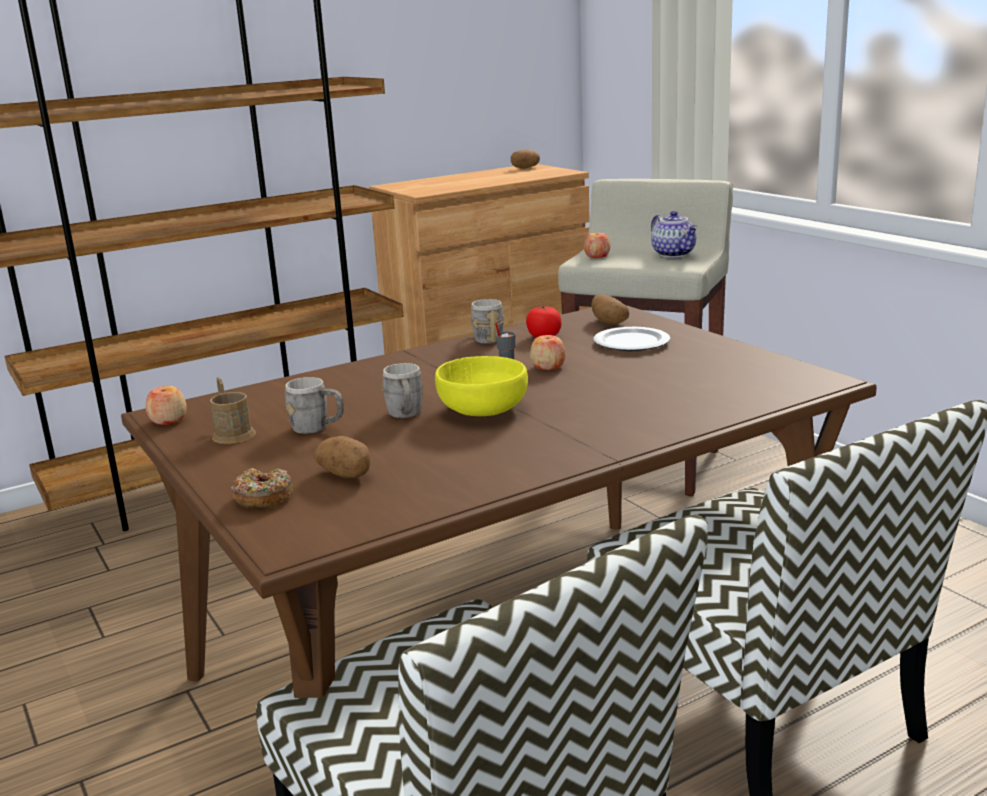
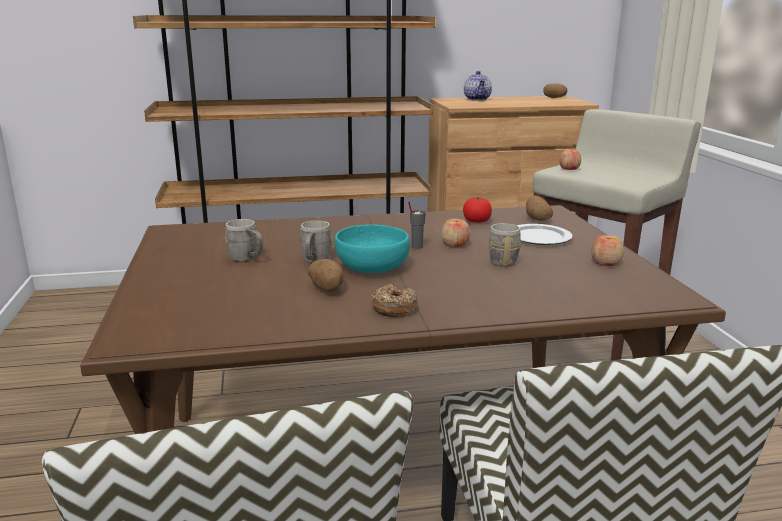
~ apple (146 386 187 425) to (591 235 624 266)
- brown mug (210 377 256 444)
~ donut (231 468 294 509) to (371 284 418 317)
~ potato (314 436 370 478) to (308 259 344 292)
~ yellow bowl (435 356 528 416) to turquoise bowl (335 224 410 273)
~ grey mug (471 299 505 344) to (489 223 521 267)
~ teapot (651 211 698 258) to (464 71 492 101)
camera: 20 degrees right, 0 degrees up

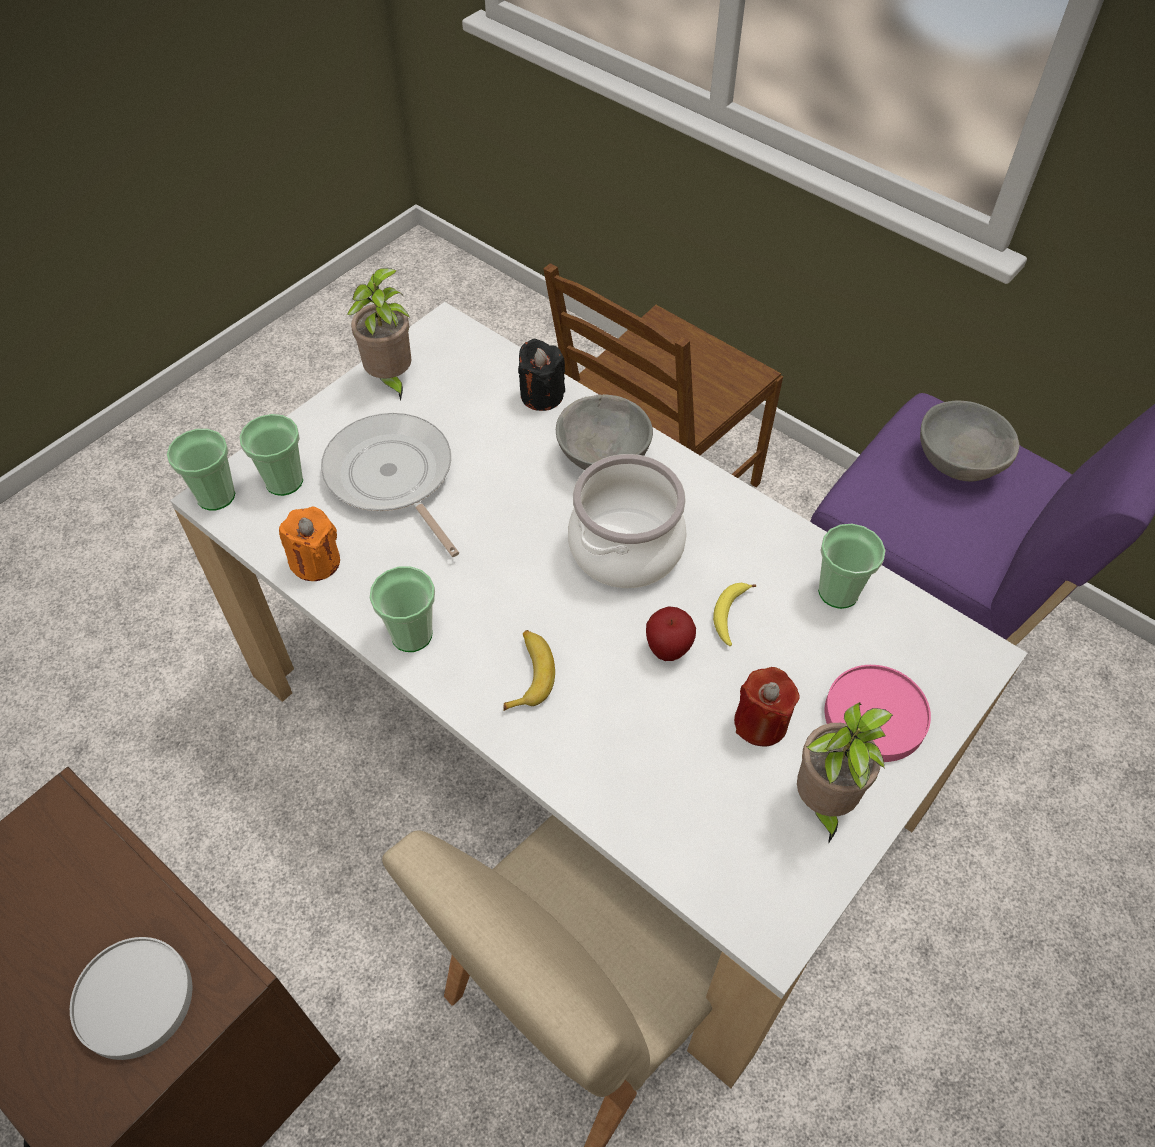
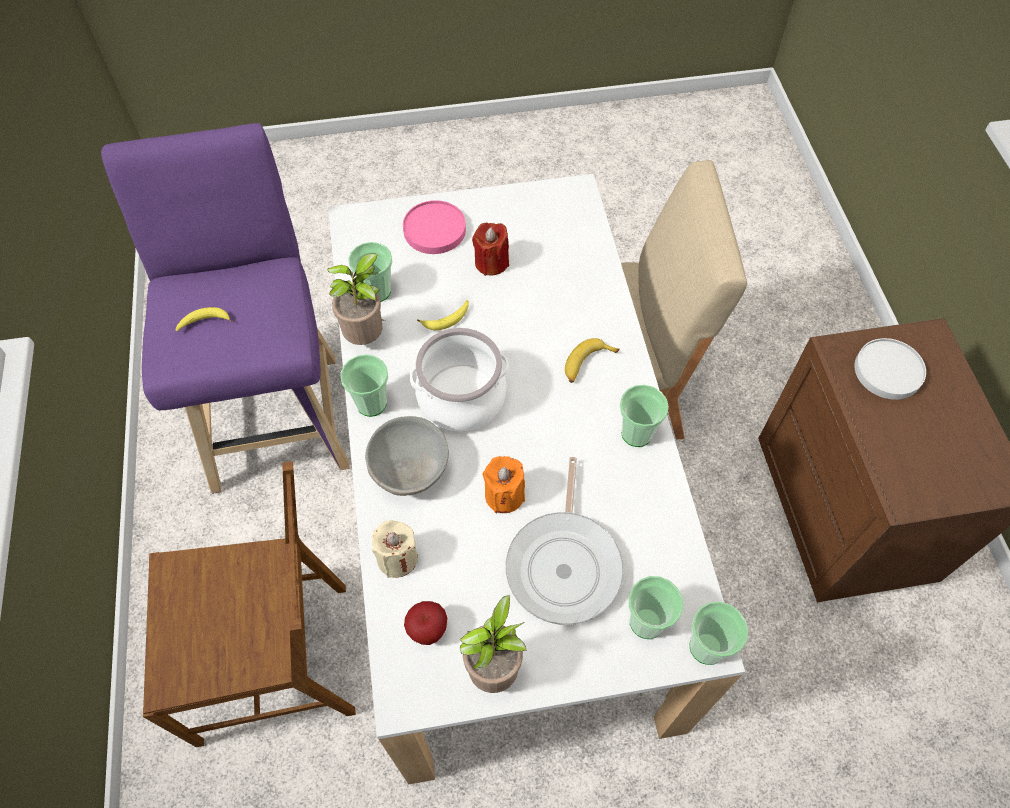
~ orange candle (279 507 340 581) to (482 456 525 513)
~ black candle (518 339 565 411) to beige candle (372 520 418 578)
~ apple (646 606 696 661) to (404 601 447 645)
~ potted plant (797 702 893 844) to (327 253 385 345)
~ grey bowl (920 401 1019 481) to banana (175 307 232 331)
+ cup (340 354 388 417)
camera: 140 degrees left, 5 degrees up

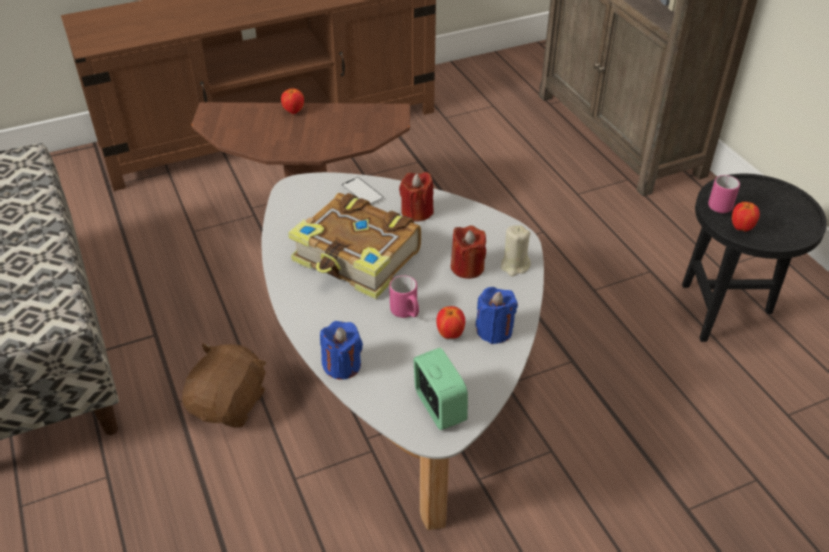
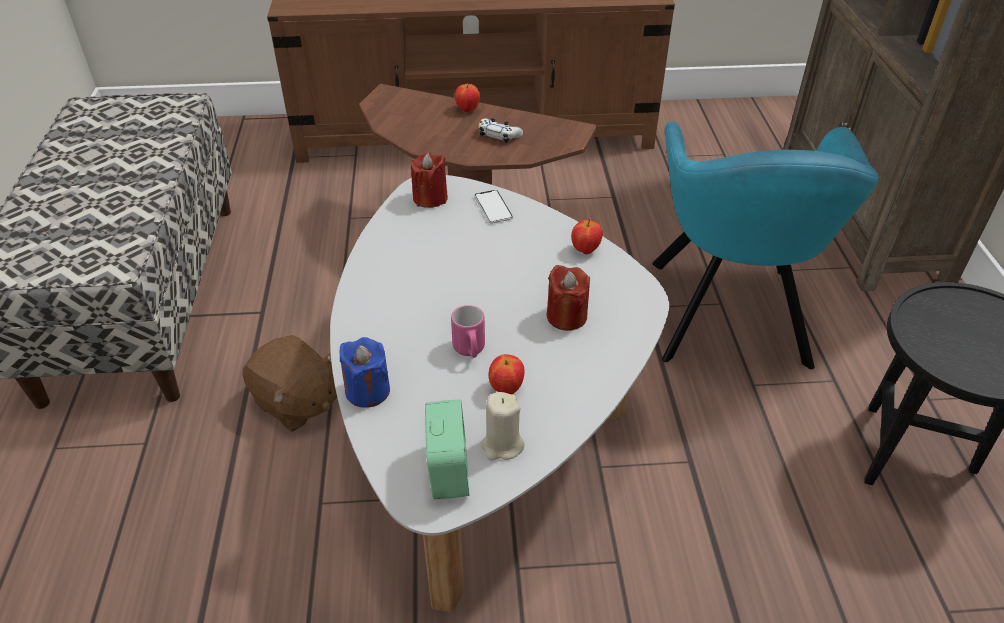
~ brown plush toy (182 344 266 427) = (243 335 337 432) 90 degrees clockwise
- book (288 193 421 299)
~ red candle (399 172 434 222) to (411 153 448 208)
- blue candle (475 287 518 344)
~ beige candle (501 225 531 276) to (481 392 524 461)
- pink mug (708 175 740 213)
~ apple (732 201 760 231) to (571 219 603 254)
+ white game controller (479 118 523 143)
+ turquoise armchair (653 122 879 369)
camera: 20 degrees right, 0 degrees up

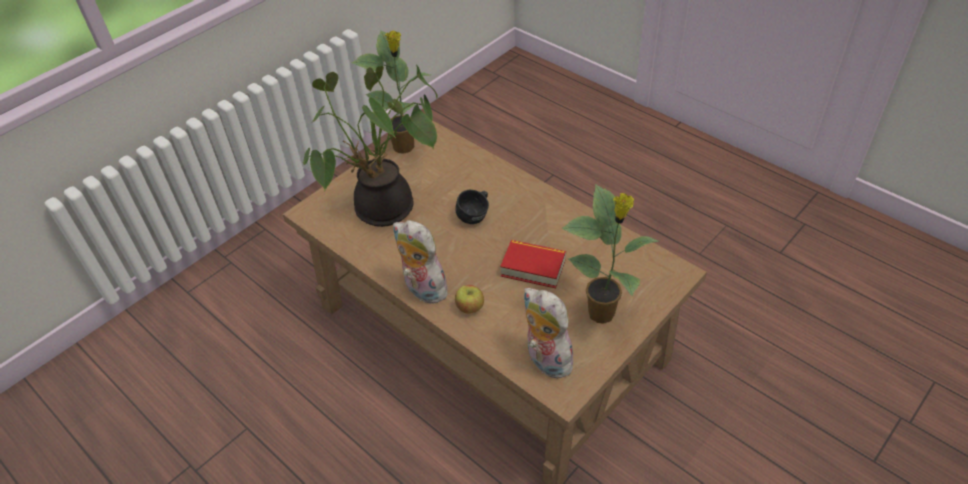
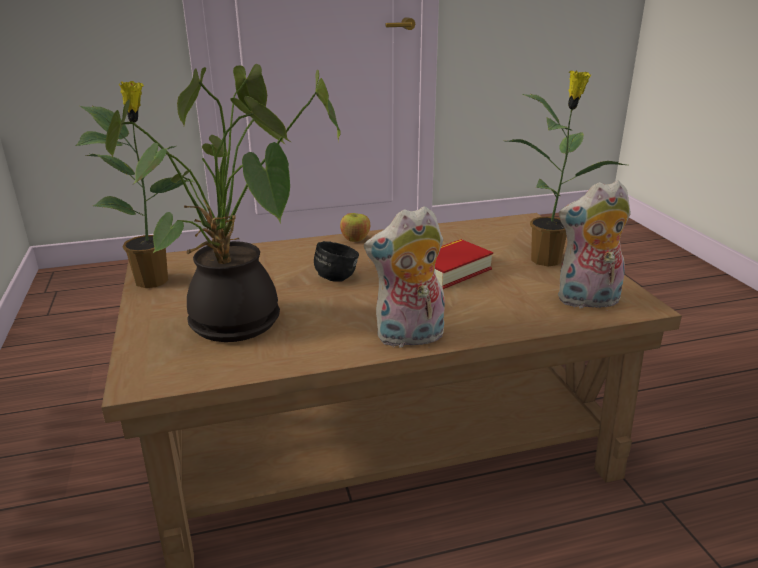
~ apple (455 285 484 314) to (340 213 370 242)
camera: 60 degrees left, 20 degrees down

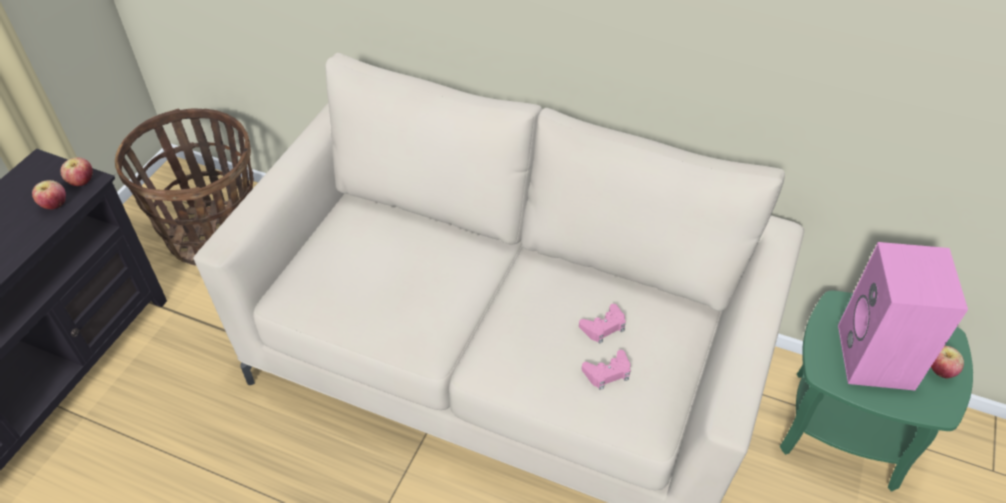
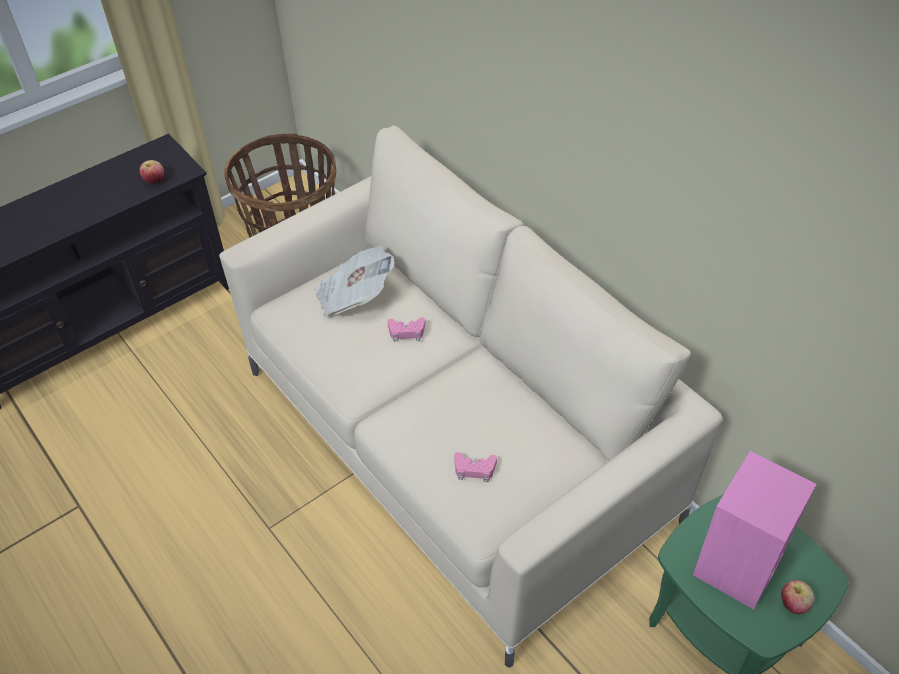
- apple (60 157 93 186)
~ pink game controller (579 304 626 344) to (387 317 426 342)
+ newspaper (314 246 395 317)
camera: 30 degrees right, 0 degrees up

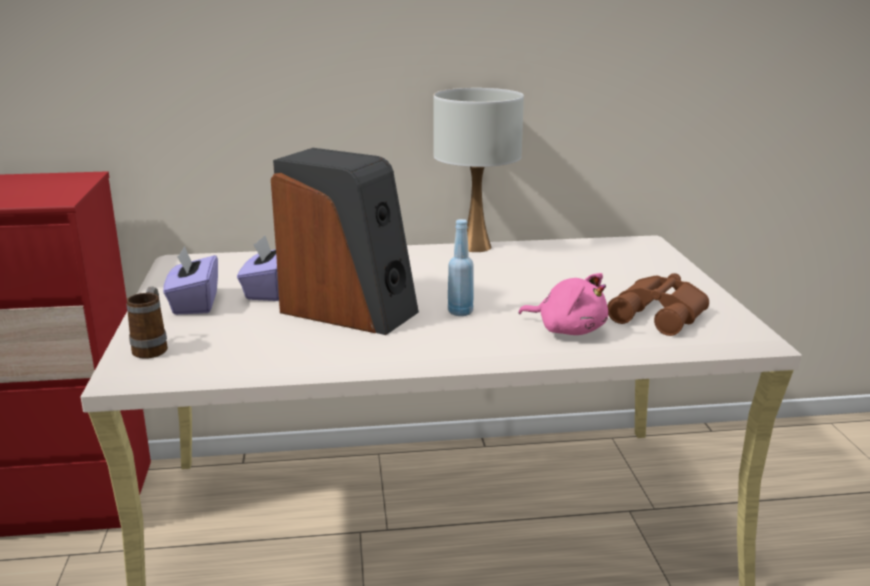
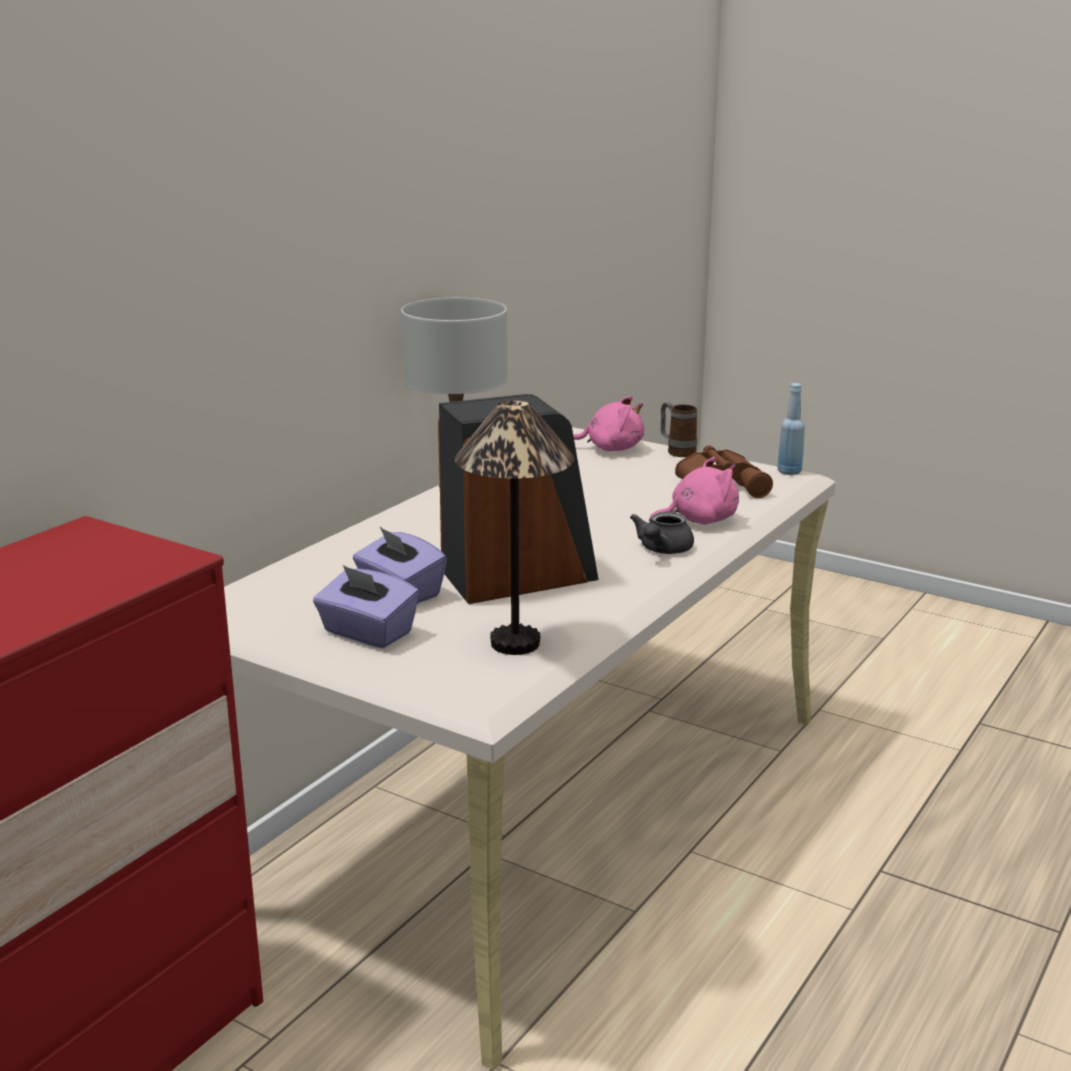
~ mug (127 286 168 359) to (661 402 697 457)
~ blue bottle (448 219 474 316) to (777 383 805 475)
+ table lamp (455 401 574 655)
+ pink plush toy (573 396 644 451)
+ grey teapot (630 512 694 554)
camera: 50 degrees left, 0 degrees up

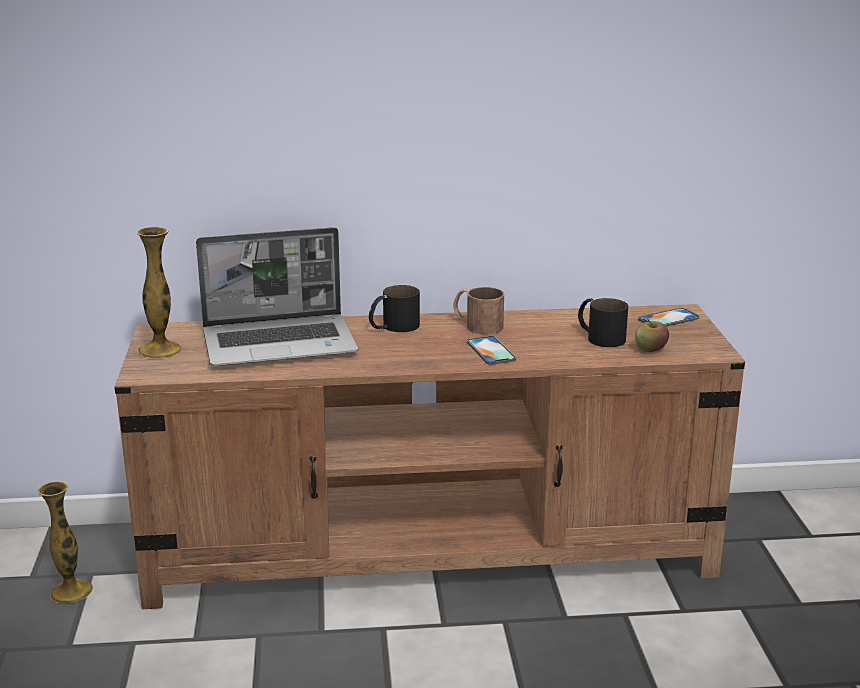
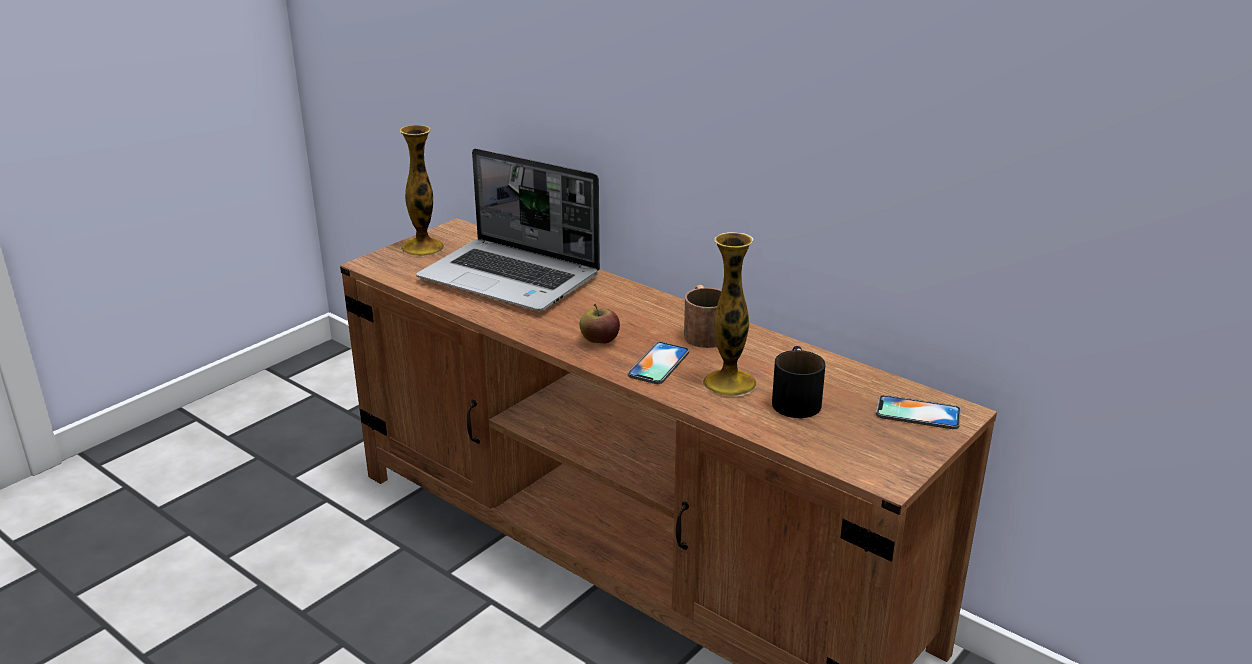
~ vase (38 481 93 603) to (703 232 757 396)
- black mug (369 285 420 332)
~ apple (635 319 669 352) to (580 304 620 343)
camera: 45 degrees right, 5 degrees up

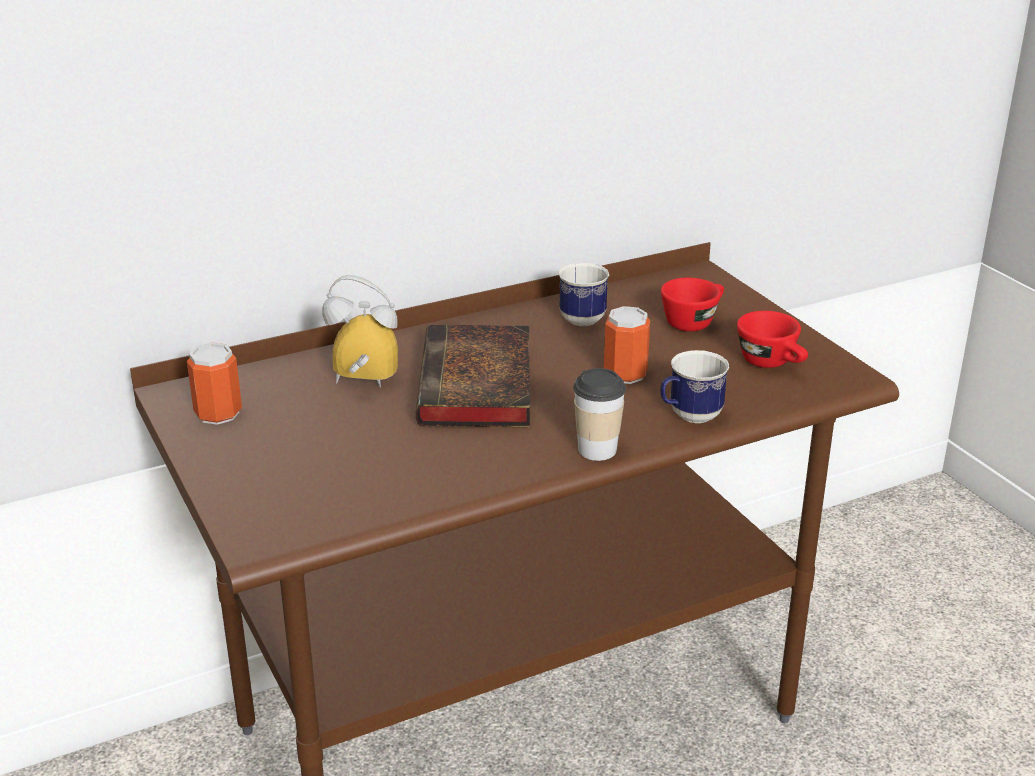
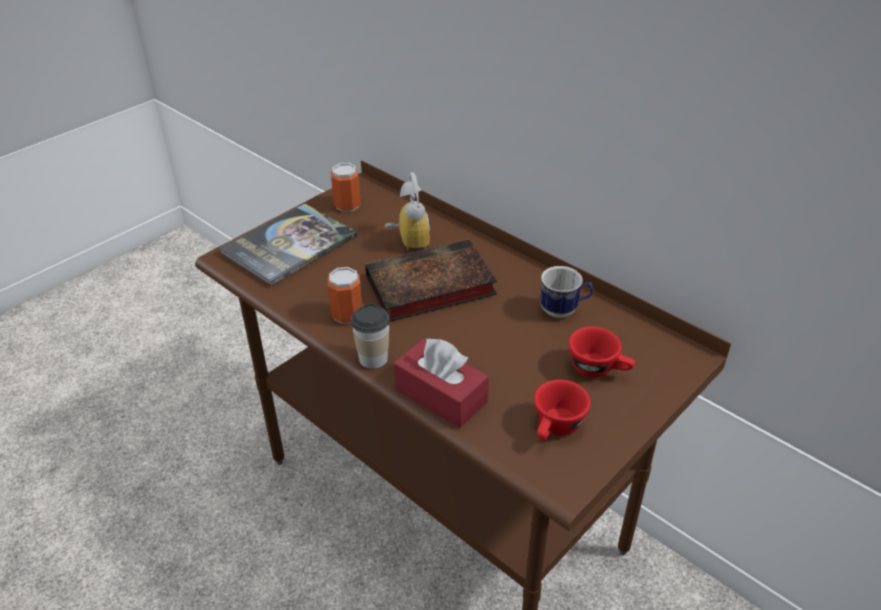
~ can (604 306 650 384) to (328 267 362 324)
~ mug (661 350 729 423) to red tissue box (394 338 489 428)
+ book (219 204 357 286)
camera: 70 degrees right, 10 degrees up

